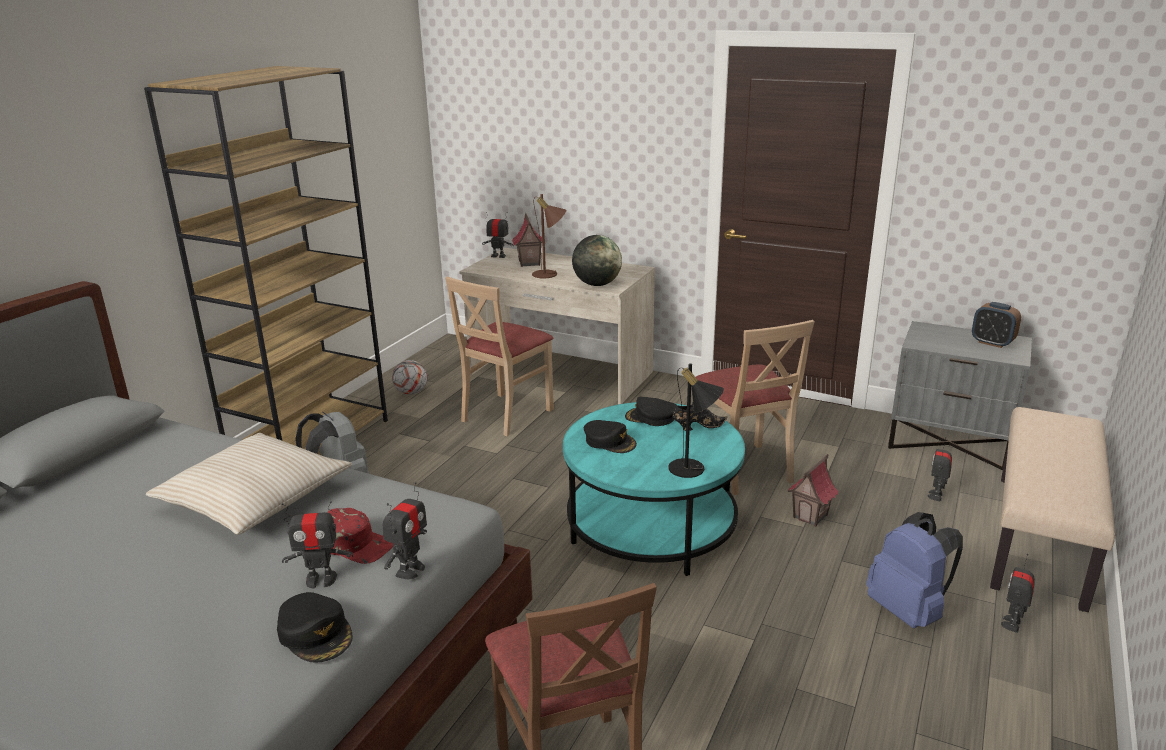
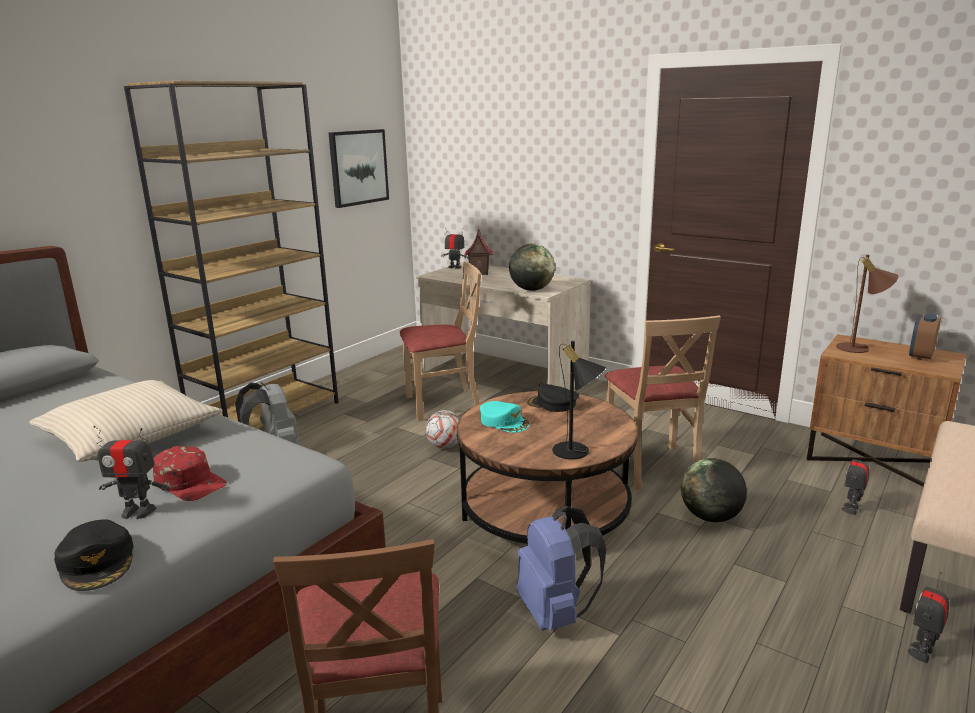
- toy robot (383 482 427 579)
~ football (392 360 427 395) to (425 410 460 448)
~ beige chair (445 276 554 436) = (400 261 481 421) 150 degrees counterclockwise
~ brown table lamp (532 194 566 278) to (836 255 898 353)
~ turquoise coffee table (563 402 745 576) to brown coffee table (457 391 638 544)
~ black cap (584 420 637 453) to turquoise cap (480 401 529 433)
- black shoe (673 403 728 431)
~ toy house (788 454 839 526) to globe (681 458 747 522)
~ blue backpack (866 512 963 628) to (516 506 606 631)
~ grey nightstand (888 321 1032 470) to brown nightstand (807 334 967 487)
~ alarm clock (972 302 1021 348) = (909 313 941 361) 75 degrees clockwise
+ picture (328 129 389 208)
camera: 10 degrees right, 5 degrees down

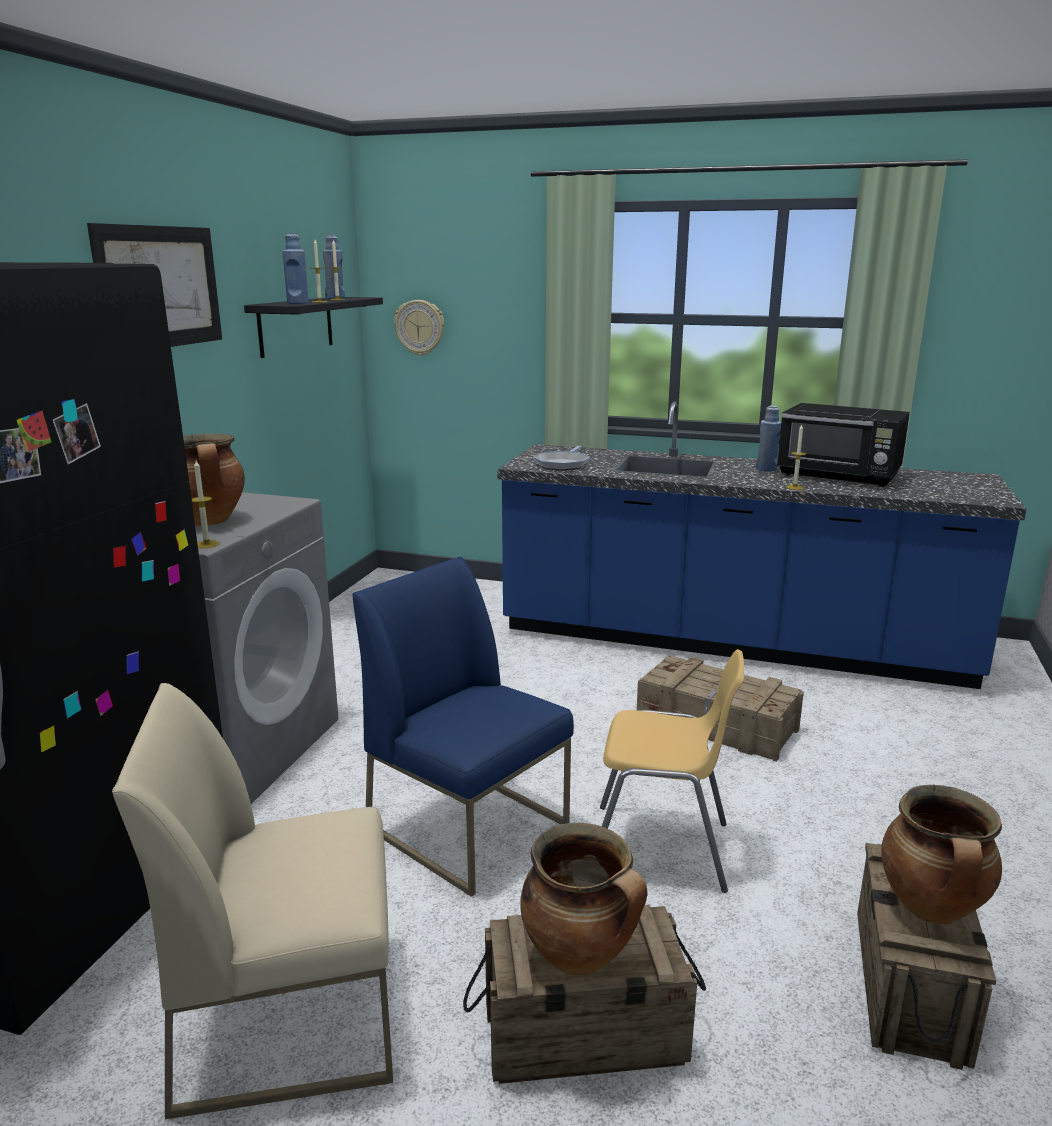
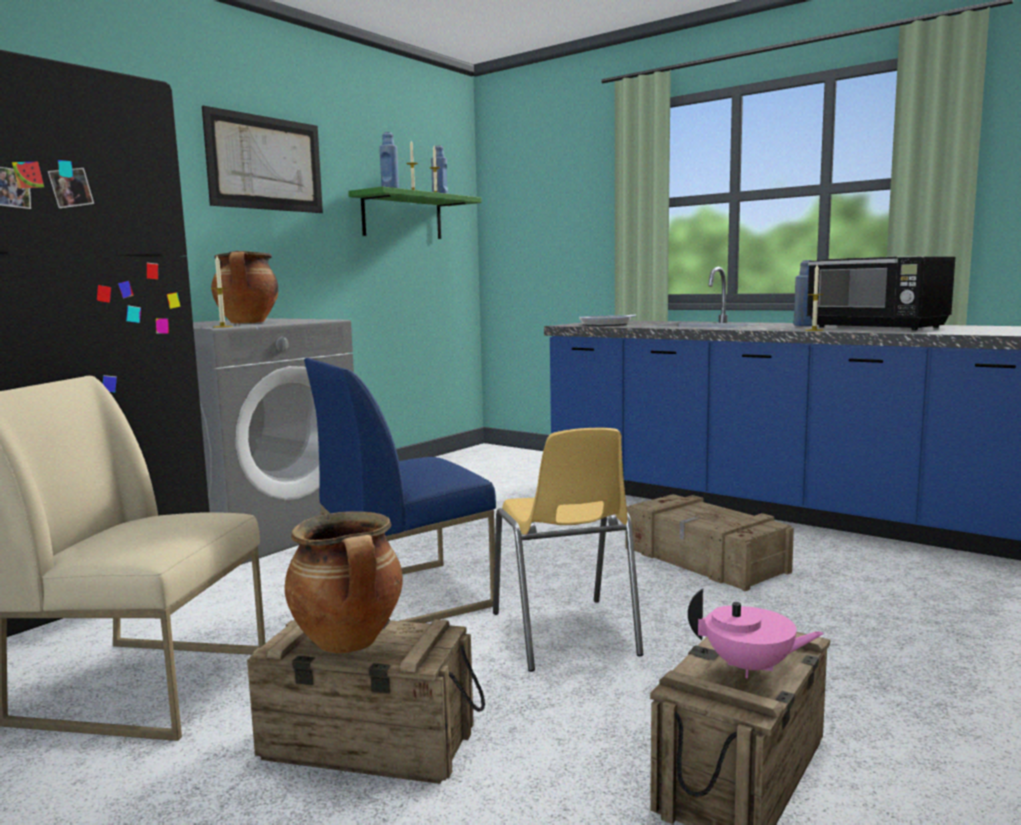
~ black shelf (244 297 383 358) to green shelf (348 186 481 239)
~ blue chair (352 557 574 897) = (304 358 496 623) 90 degrees counterclockwise
- wall clock (394 300 444 356)
~ yellow chair (600 649 744 893) = (493 428 643 672) 45 degrees clockwise
~ cooking pot (881 785 1002 924) to pink teapot (688 589 824 678)
camera: 20 degrees right, 10 degrees down

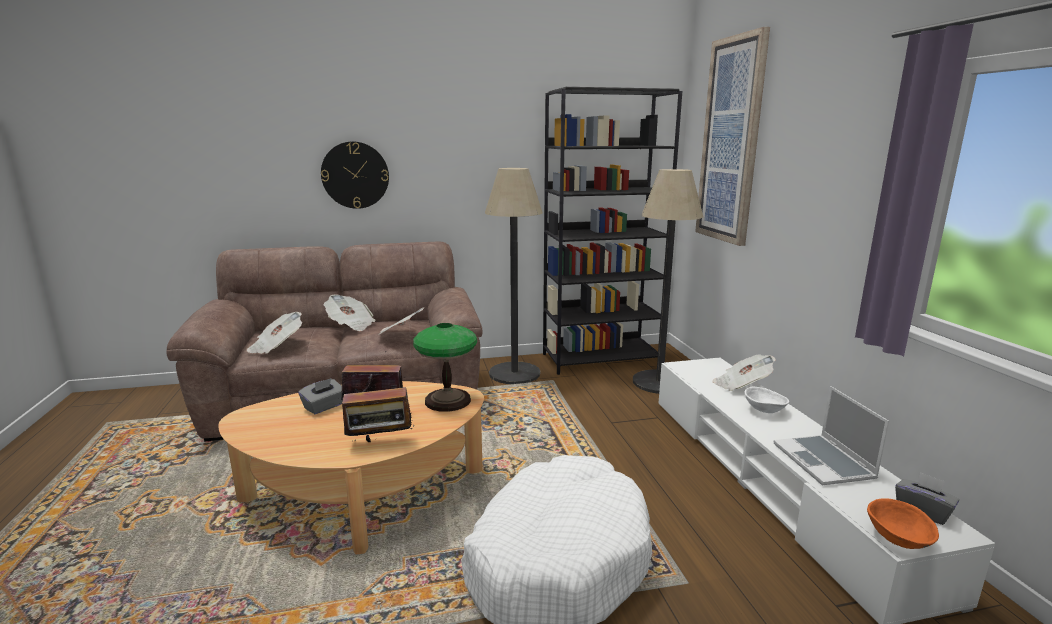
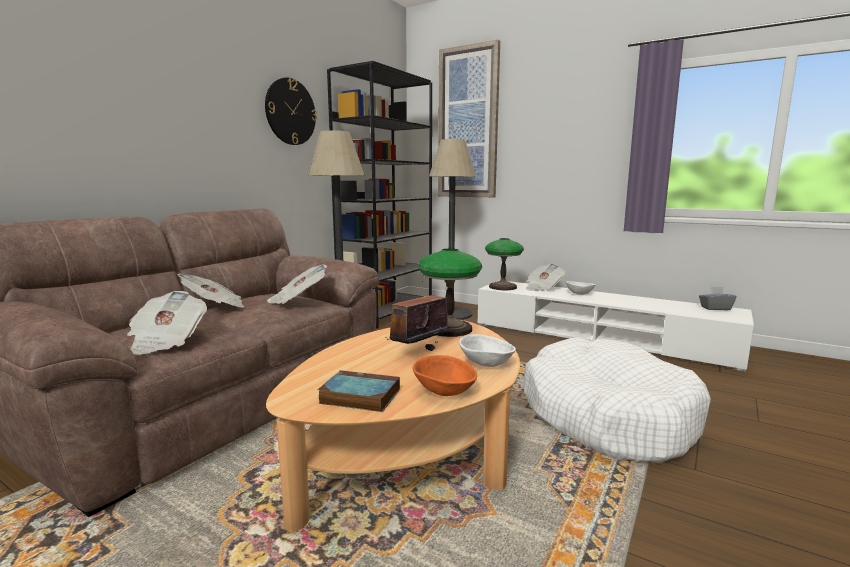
- grey tissue box (298 378 342 414)
~ wall clock (321 141 389 209) to (265 78 317 145)
~ radio (342 385 414 442) to white bowl (459 334 516 367)
- laptop (774 386 889 485)
~ orange bowl (867 498 939 549) to (413 355 477 396)
+ book (318 370 400 412)
+ table lamp (485 238 524 290)
camera: 45 degrees left, 5 degrees down

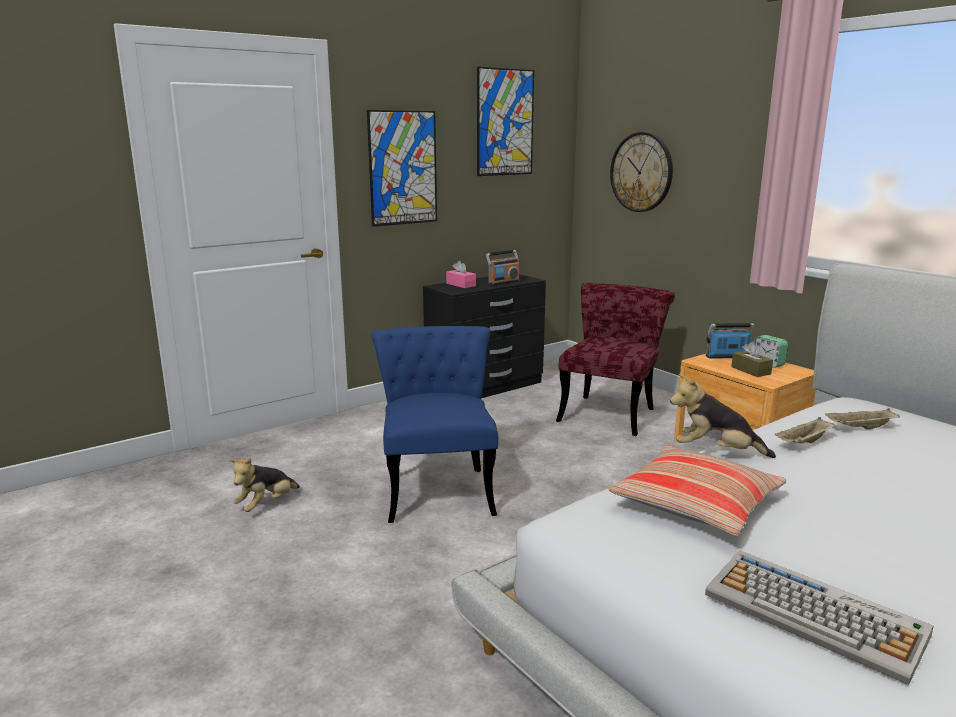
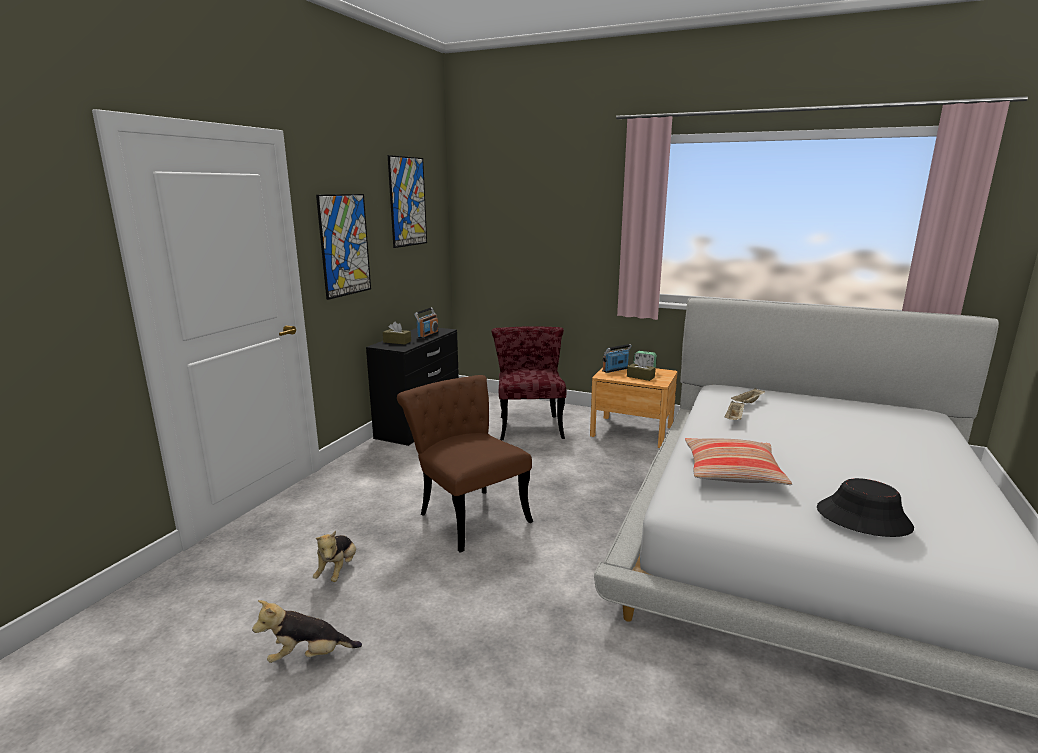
~ blue chair (371 326 498 523) to brown chair (397 375 533 553)
~ pink tissue box (446 261 476 288) to brown tissue box (383 321 411 344)
- wall clock (610 132 673 212)
~ plush toy (670 374 776 458) to (252 600 362 663)
~ keyboard (705 550 934 685) to black hat (817 478 914 537)
camera: 30 degrees left, 0 degrees up

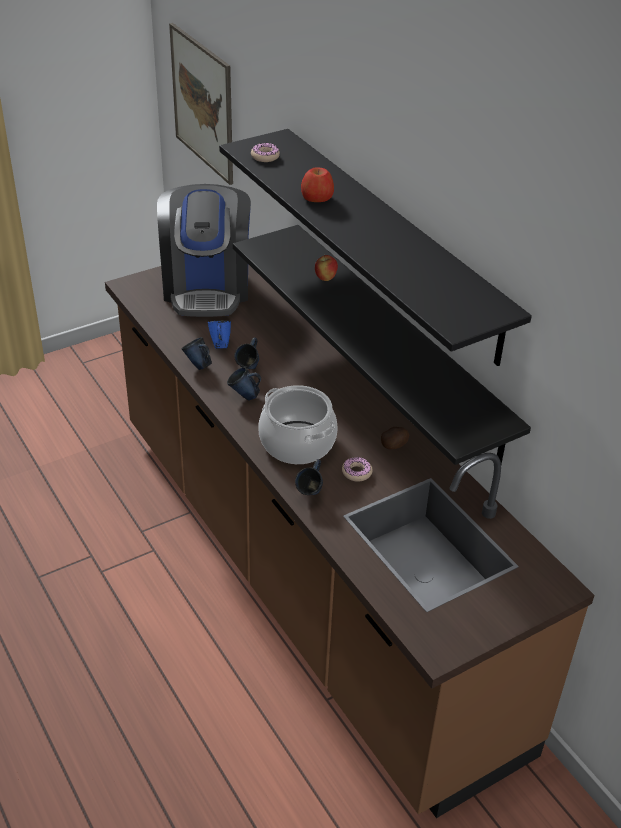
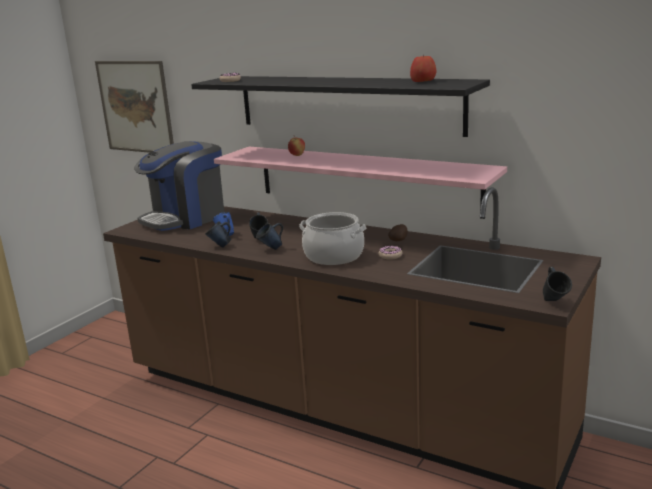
~ coffee machine (157 184 251 317) = (134 141 224 231) 75 degrees clockwise
~ black shelf (233 225 531 465) to pink shelf (214 147 507 219)
~ blue mug (295 459 323 495) to (543 267 572 301)
~ apple (301 167 334 202) to (410 55 436 82)
camera: 25 degrees left, 20 degrees down

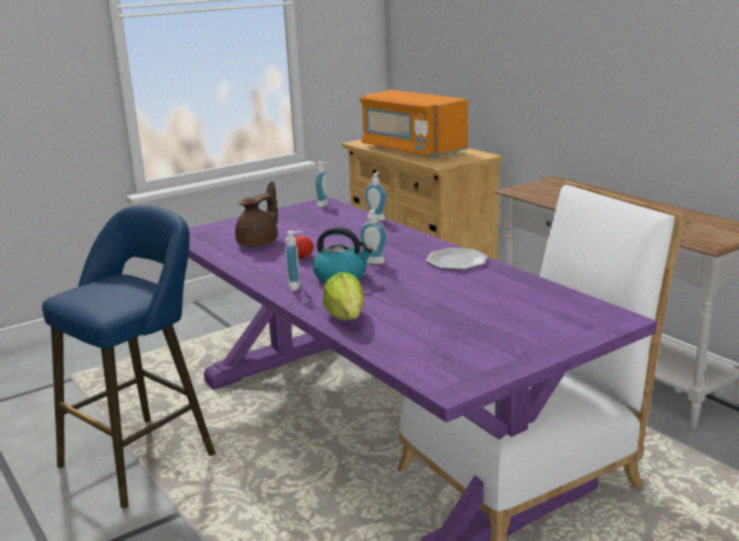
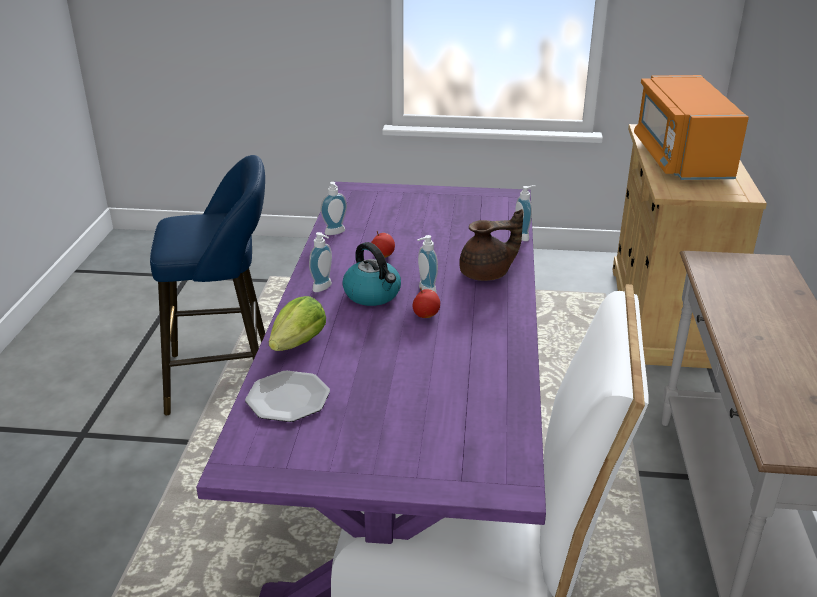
~ brown teapot (235 181 278 247) to (459 209 523 281)
~ soap dispenser (315 162 328 207) to (320 182 347 235)
~ plate (426 248 488 270) to (245 370 330 422)
+ apple (413 287 440 318)
camera: 40 degrees right, 10 degrees up

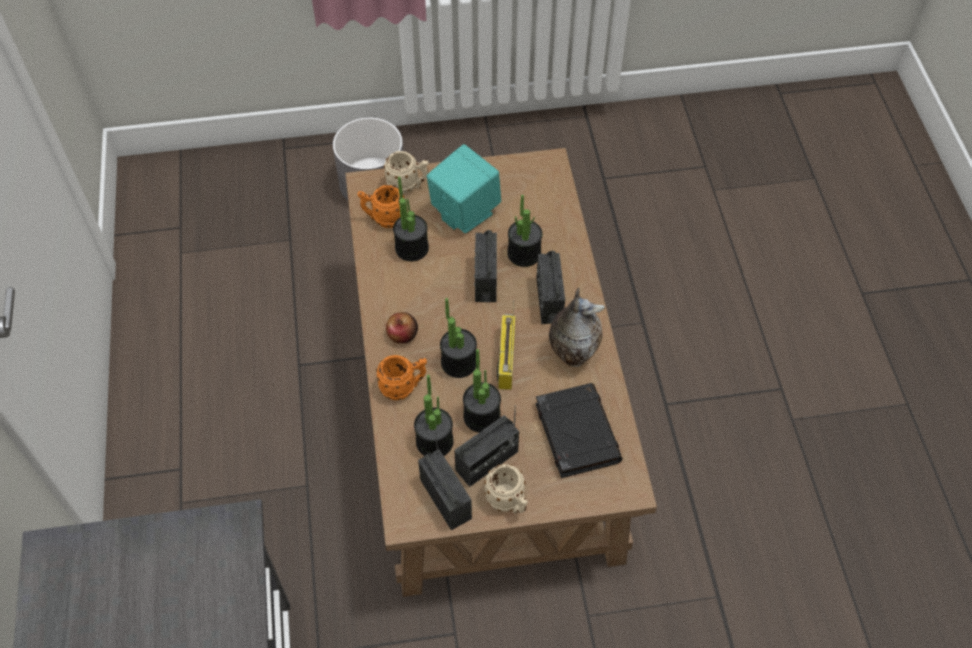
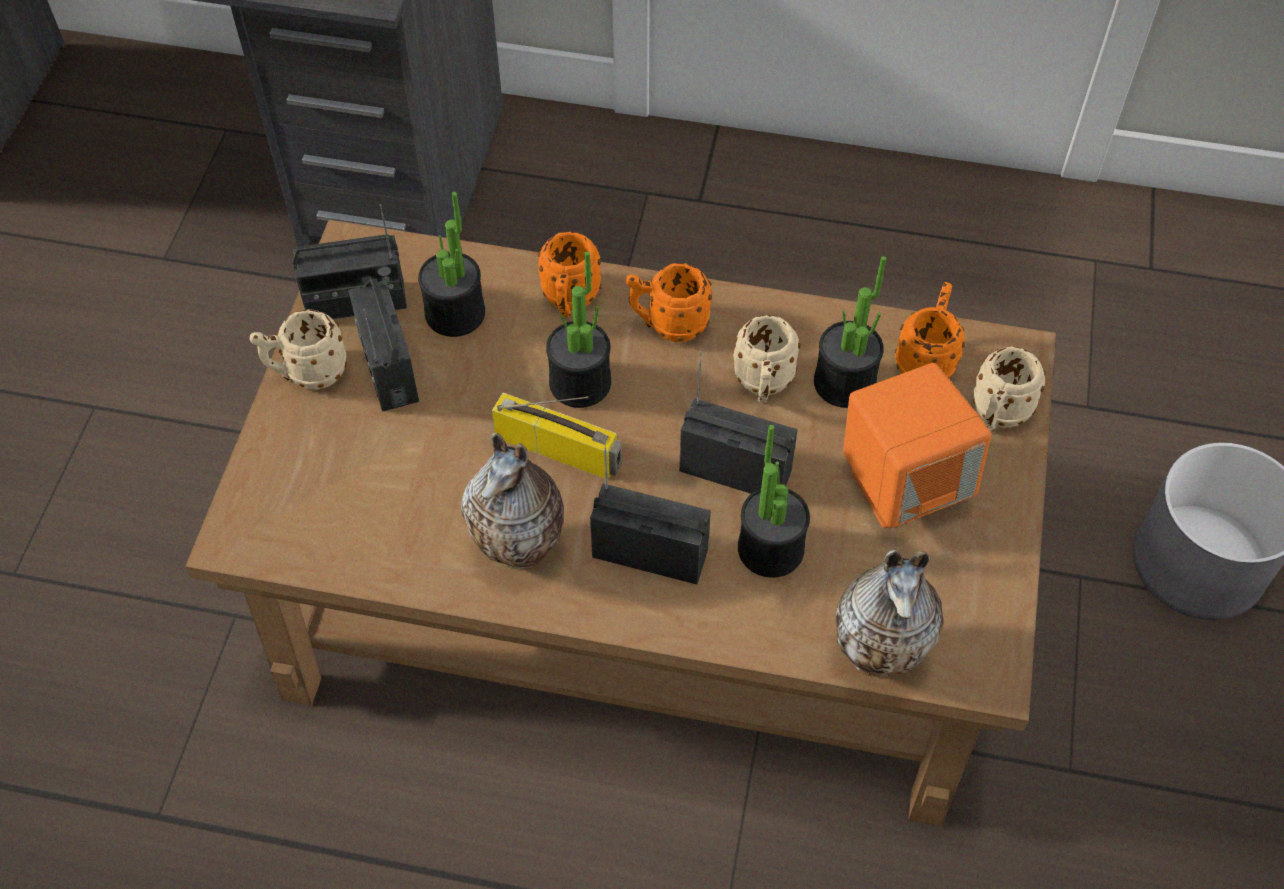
~ apple (386 312 418 344) to orange mug (626 263 712 342)
~ turquoise speaker (427 144 501 233) to orange speaker (843 363 991 529)
- potted plant (463 349 501 433)
- black book (536 383 622 478)
+ beige mug (733 315 801 403)
+ vase (836 549 943 677)
camera: 110 degrees right, 0 degrees up

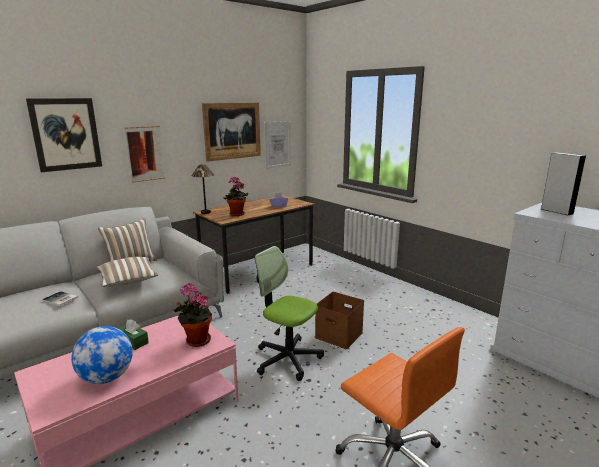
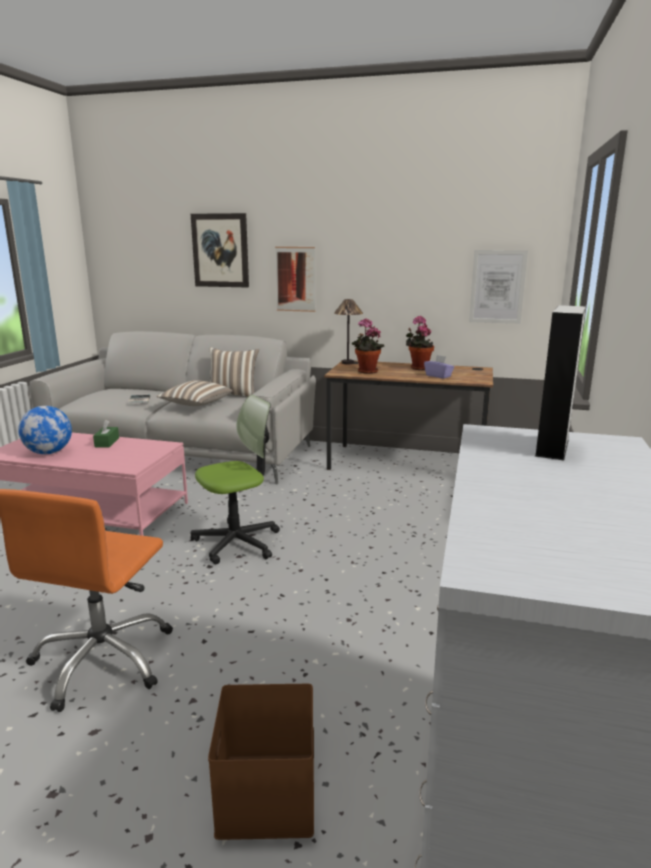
~ potted plant (173 283 212 347) to (406 316 434 370)
- picture (202 102 261 162)
~ office chair (255 246 324 381) = (191 395 280 564) 60 degrees clockwise
~ brown storage box (315 292 364 349) to (208 684 314 840)
camera: 55 degrees right, 0 degrees up

